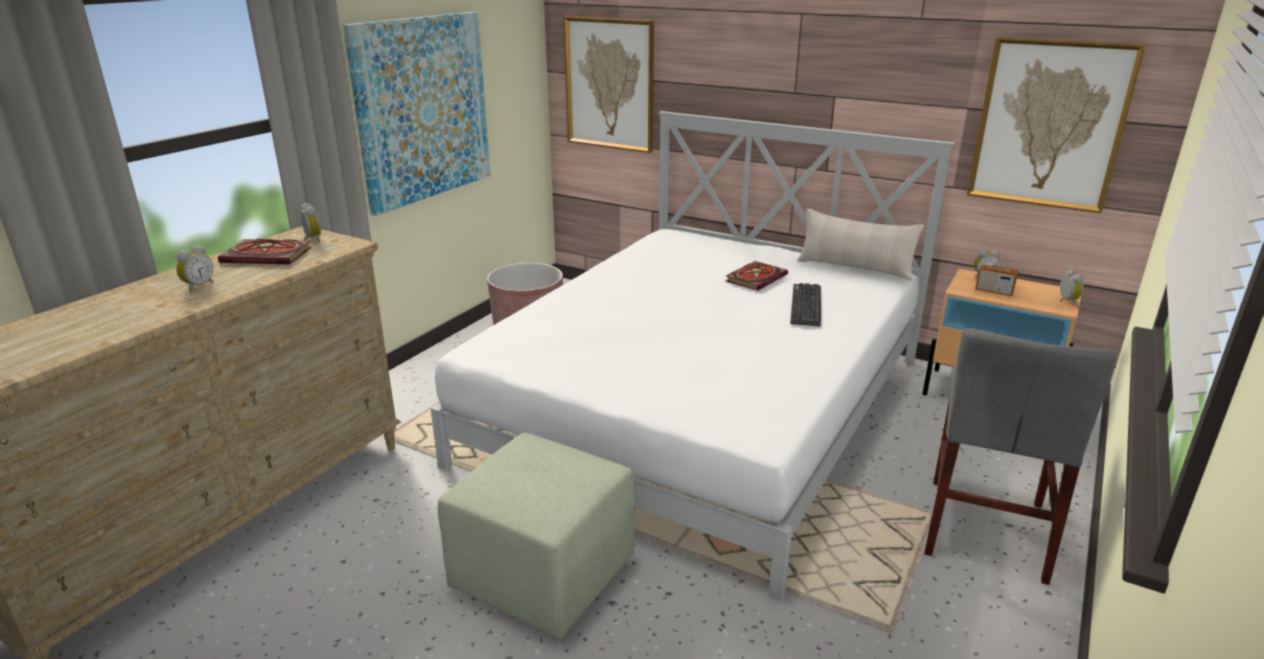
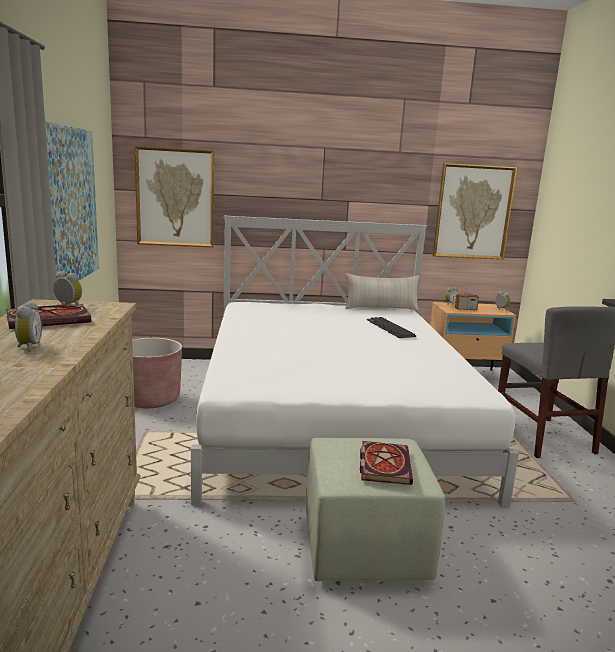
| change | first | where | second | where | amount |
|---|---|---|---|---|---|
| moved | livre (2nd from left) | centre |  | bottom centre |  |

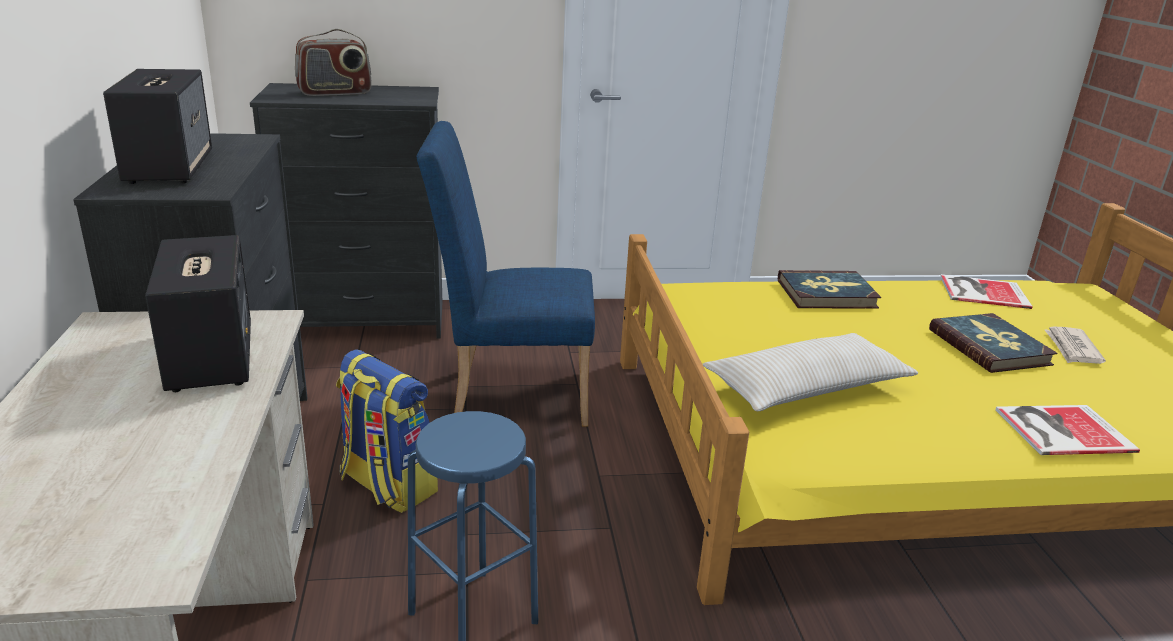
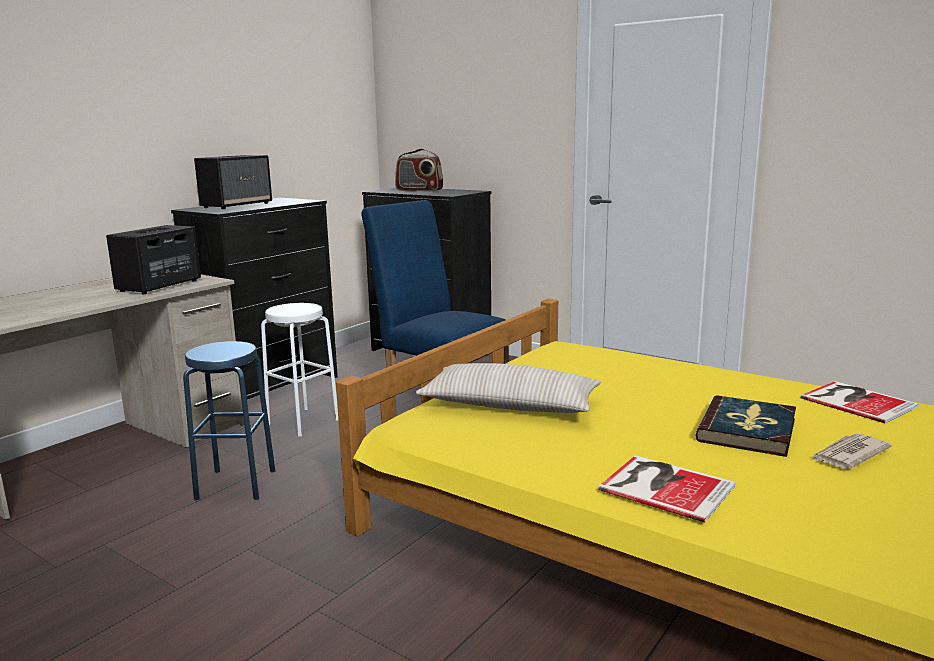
| change | first | where | second | where | amount |
|---|---|---|---|---|---|
| removed | livre (1st from left) | middle right |  |  |  |
| replaced | sac à dos | bottom left | tabouret (blanc) | middle left |  |

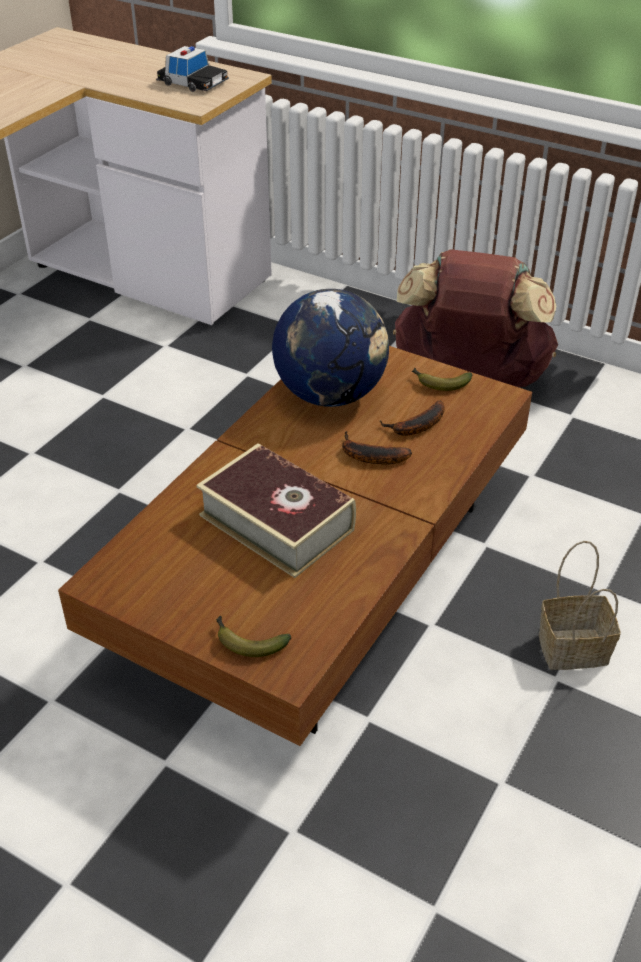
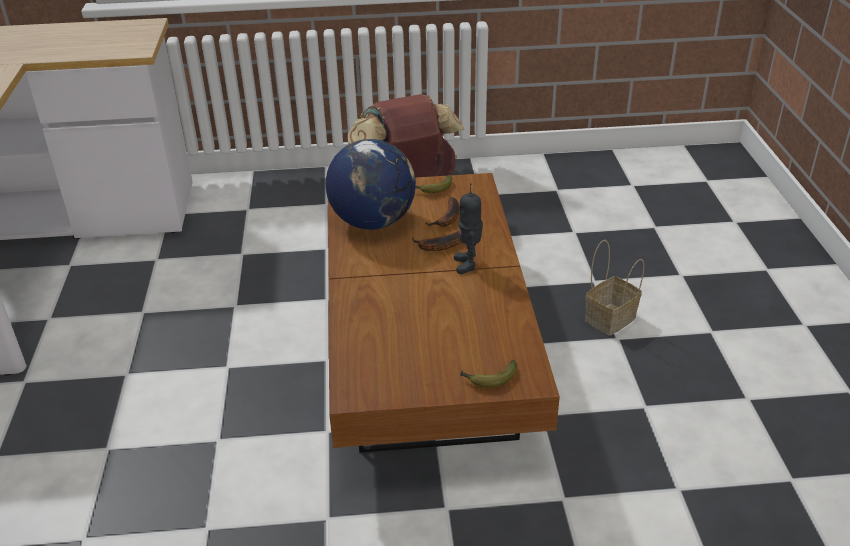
| change | first | where | second | where | amount |
|---|---|---|---|---|---|
| removed | petite voiture | top left |  |  |  |
| removed | livre | centre |  |  |  |
| added |  |  | robot jouet | centre |  |

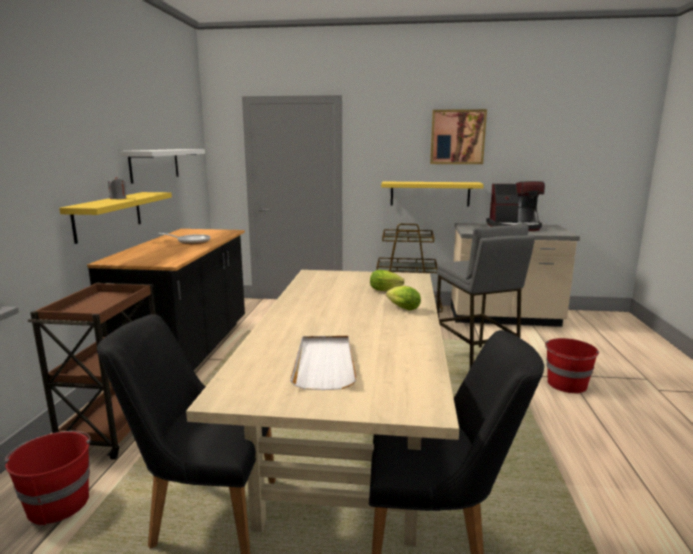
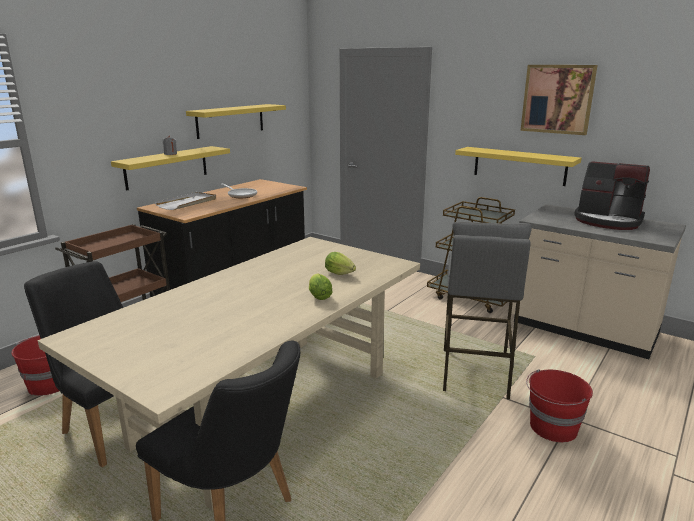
| change | first | where | second | where | amount |
|---|---|---|---|---|---|
| recoloured | étagère (blanc) | top left | étagère (jaune) (2nd from left) | top centre |  |
| moved | plateau (blanc) | centre |  | middle left |  |

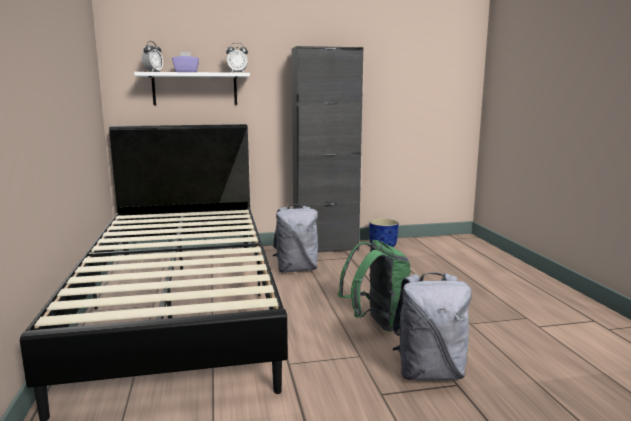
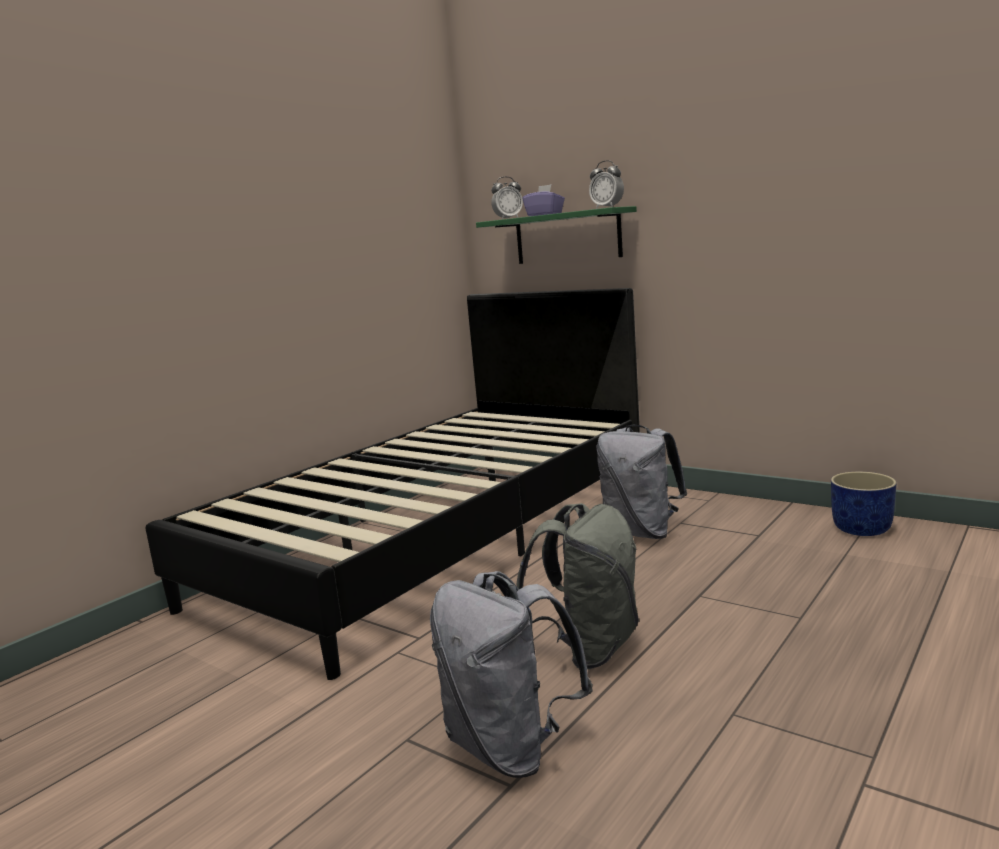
| change | first | where | second | where | amount |
|---|---|---|---|---|---|
| removed | meuble de rangement (noir) | centre |  |  |  |
| recoloured | étagère (blanc) | top left | étagère (vert) | top centre |  |
| recoloured | sac à dos (vert) | bottom centre | sac à dos (gris) (2nd from left) | bottom centre |  |

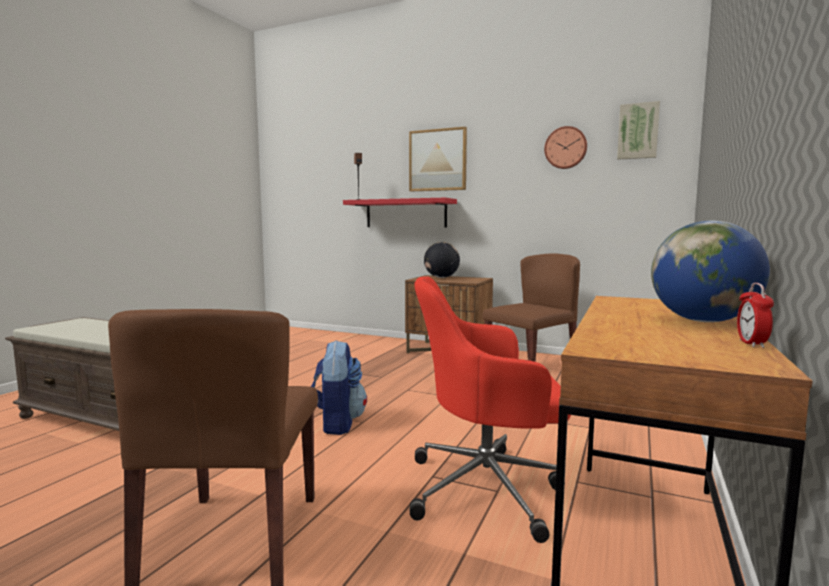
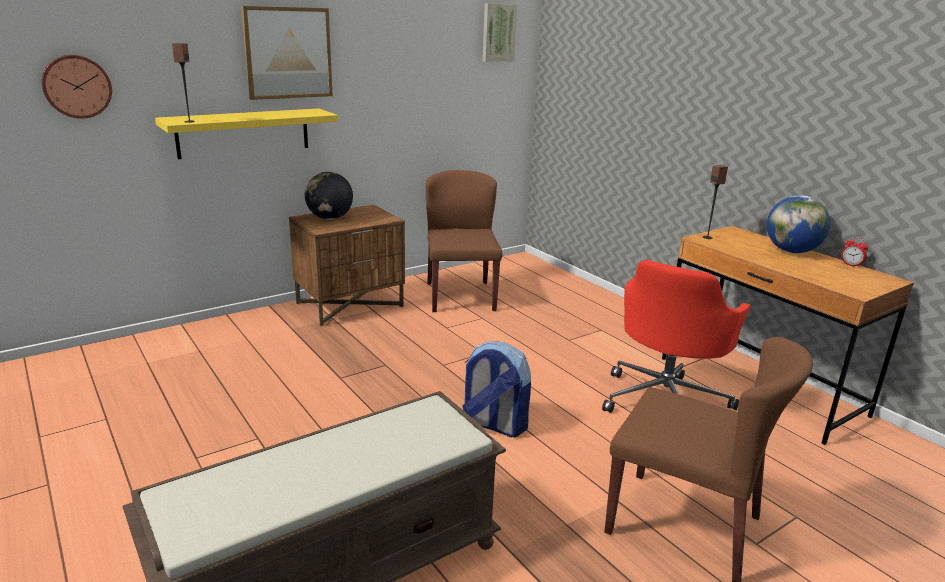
| change | first | where | second | where | amount |
|---|---|---|---|---|---|
| moved | horloge murale | top right |  | top left |  |
| recoloured | étagère (rouge) | centre | étagère (jaune) | top left |  |
| added |  |  | enceinte (2nd from left) | middle right |  |

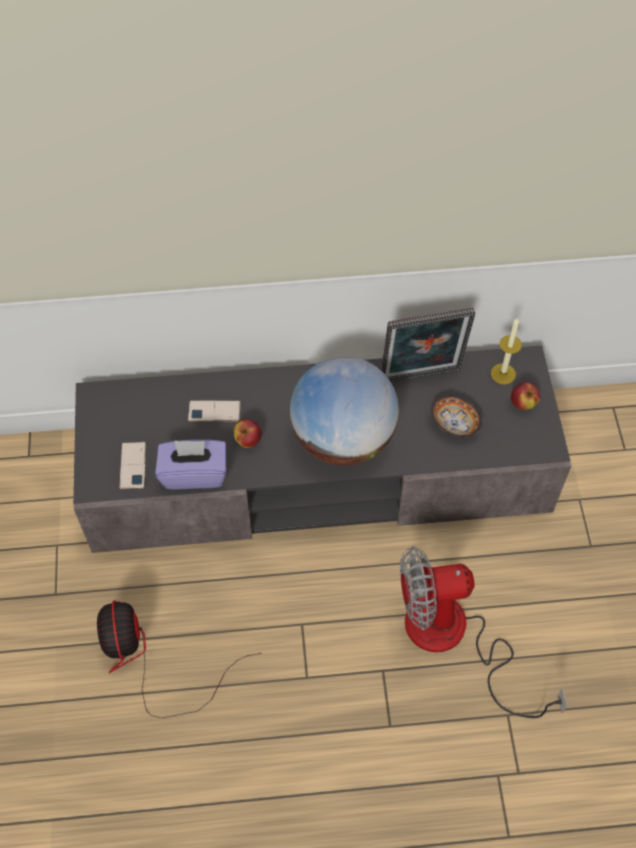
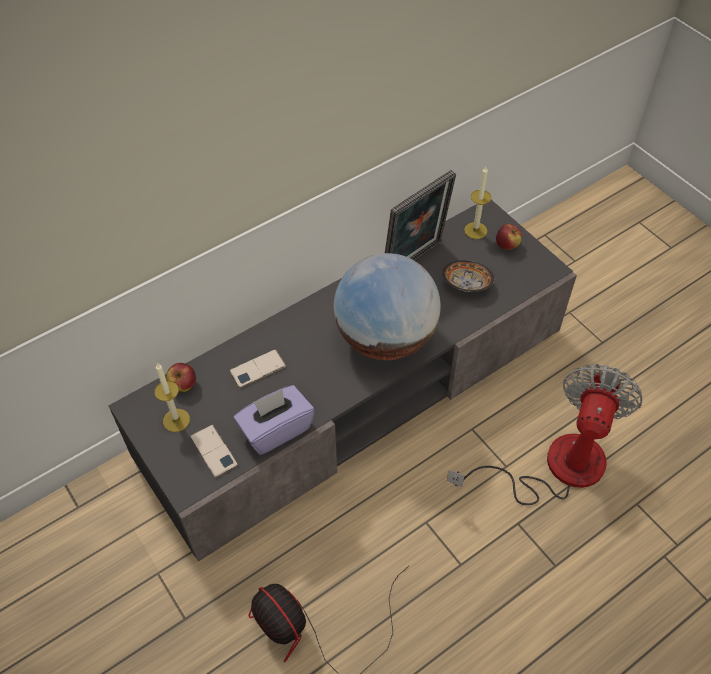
| change | first | where | second | where | amount |
|---|---|---|---|---|---|
| moved | pomme (1st from left) | centre |  | middle left |  |
| turned | ventilateur (2nd from left) | bottom right |  | middle right | 150 degrees clockwise |
| added |  |  | bougie (1st from left) | middle left |  |

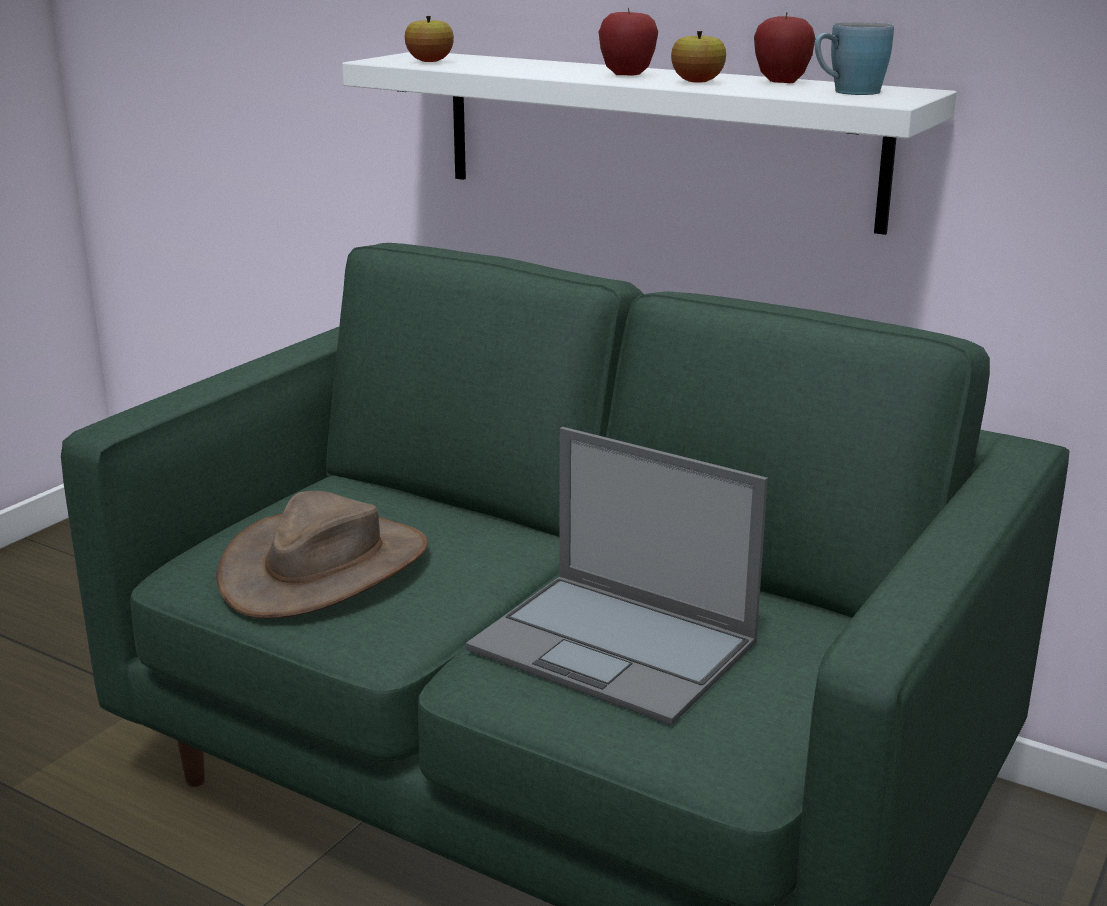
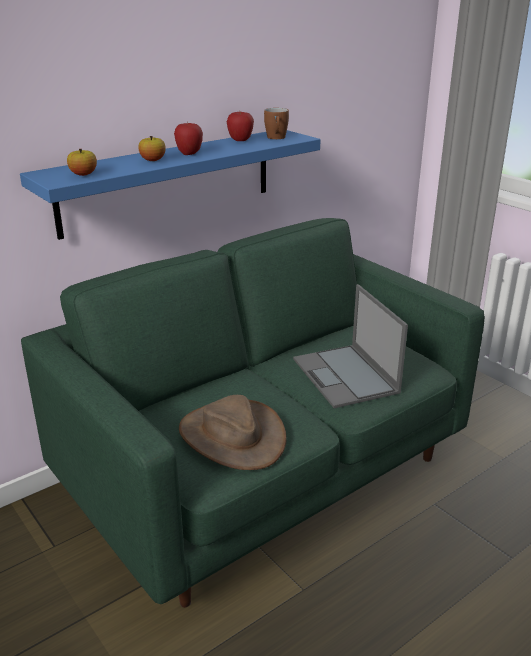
| change | first | where | second | where | amount |
|---|---|---|---|---|---|
| recoloured | mug (bleu) | top right | mug (marron) | top centre |  |
| moved | pomme (3rd from left in the first image) | top centre | pomme (2nd from left) | top left |  |
| recoloured | étagère (blanc) | top centre | étagère (bleu) | top left |  |
| turned | ordinateur portable | centre |  | centre | 105 degrees clockwise |

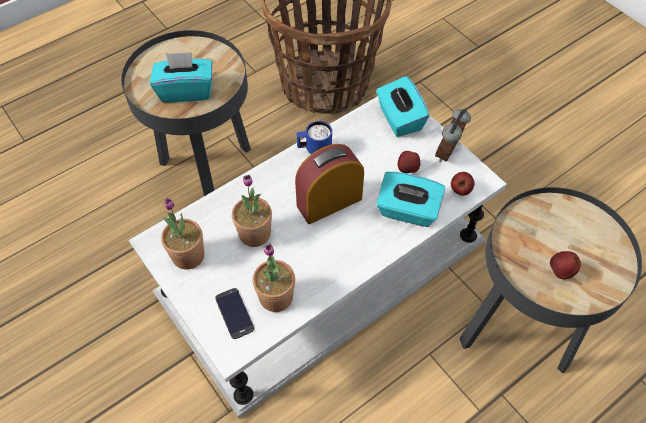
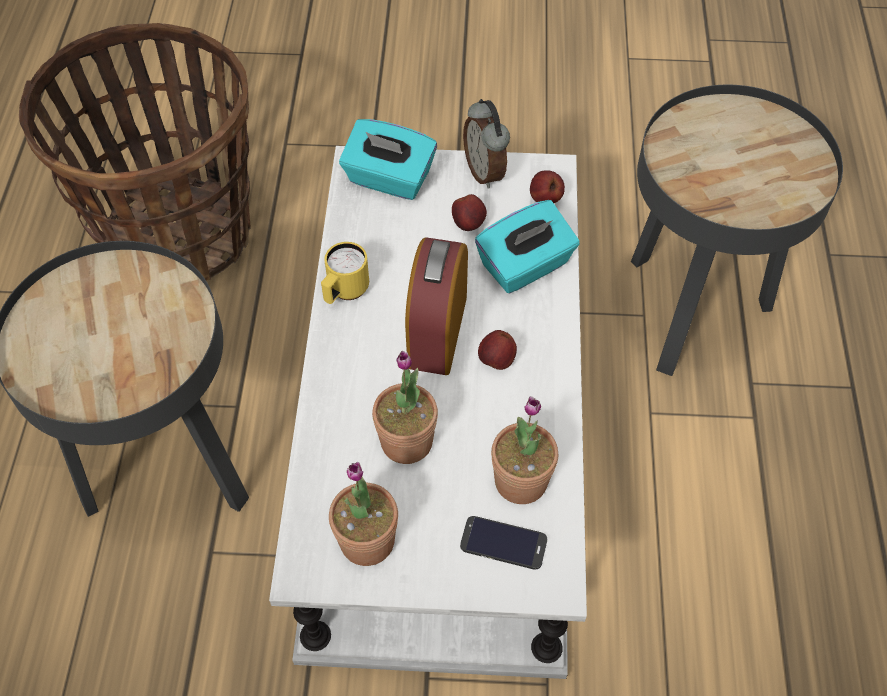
| change | first | where | second | where | amount |
|---|---|---|---|---|---|
| removed | boîte à mouchoirs (turquoise) (1st from left) | top left |  |  |  |
| recoloured | mug (bleu) | top centre | mug (jaune) | centre |  |
| moved | pomme (3rd from left in the first image) | middle right | pomme (2nd from left) | centre |  |

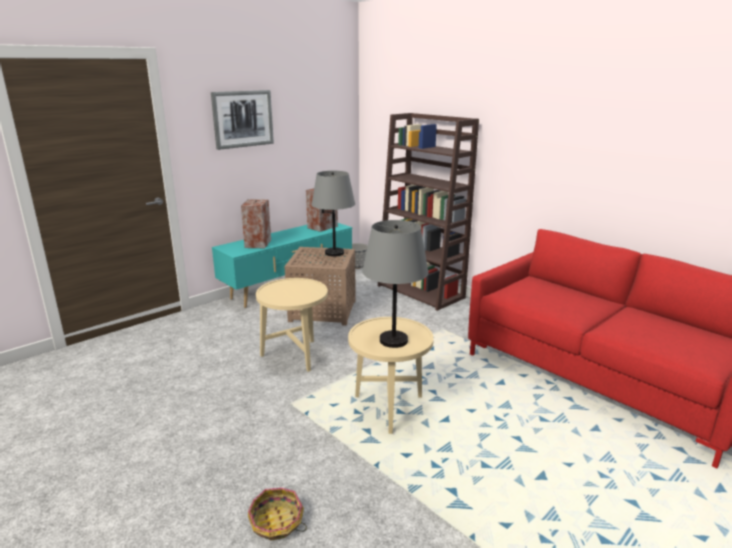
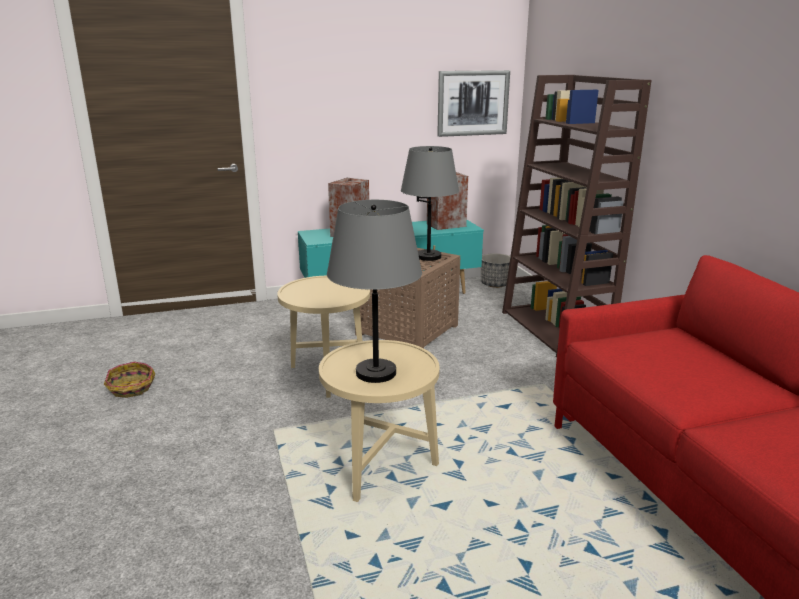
| change | first | where | second | where | amount |
|---|---|---|---|---|---|
| moved | tableau | top left |  | top centre |  |
| moved | panier | bottom centre |  | middle left |  |

